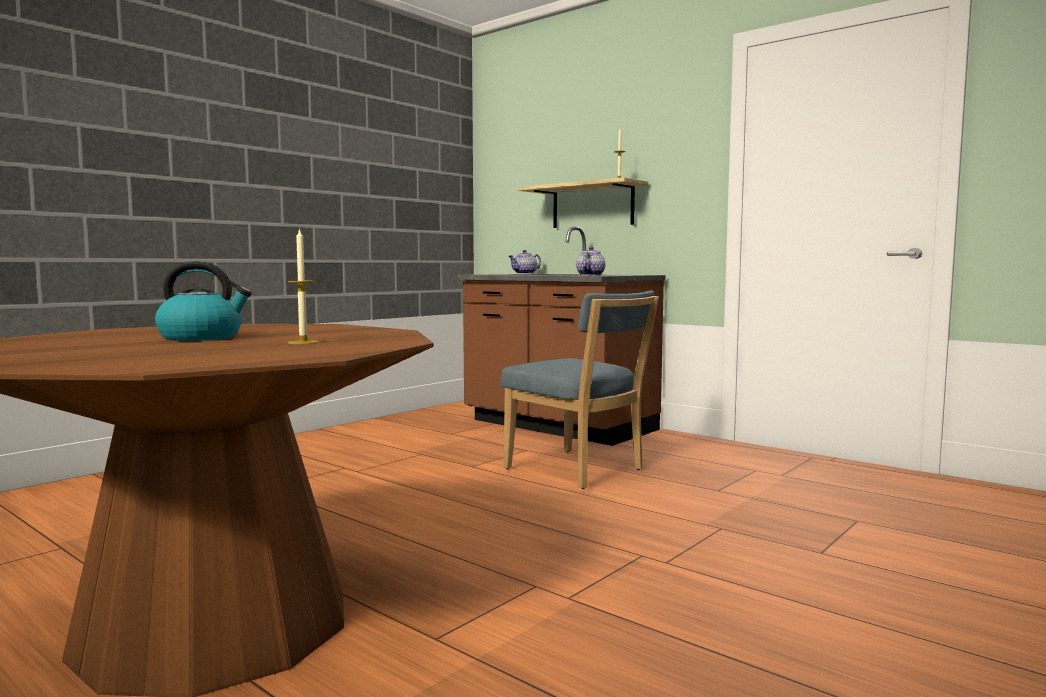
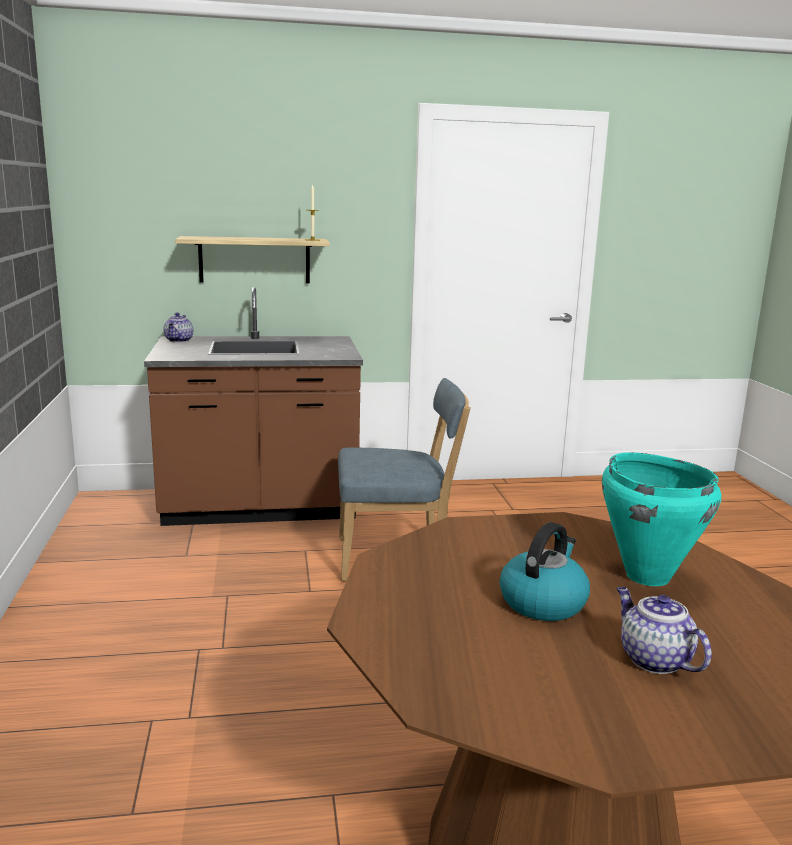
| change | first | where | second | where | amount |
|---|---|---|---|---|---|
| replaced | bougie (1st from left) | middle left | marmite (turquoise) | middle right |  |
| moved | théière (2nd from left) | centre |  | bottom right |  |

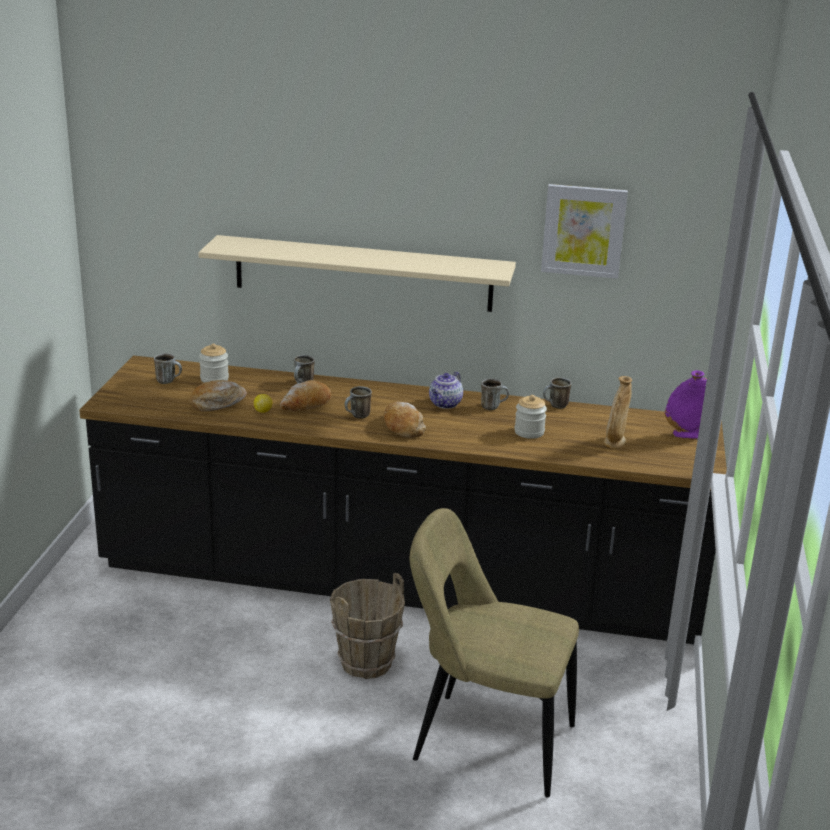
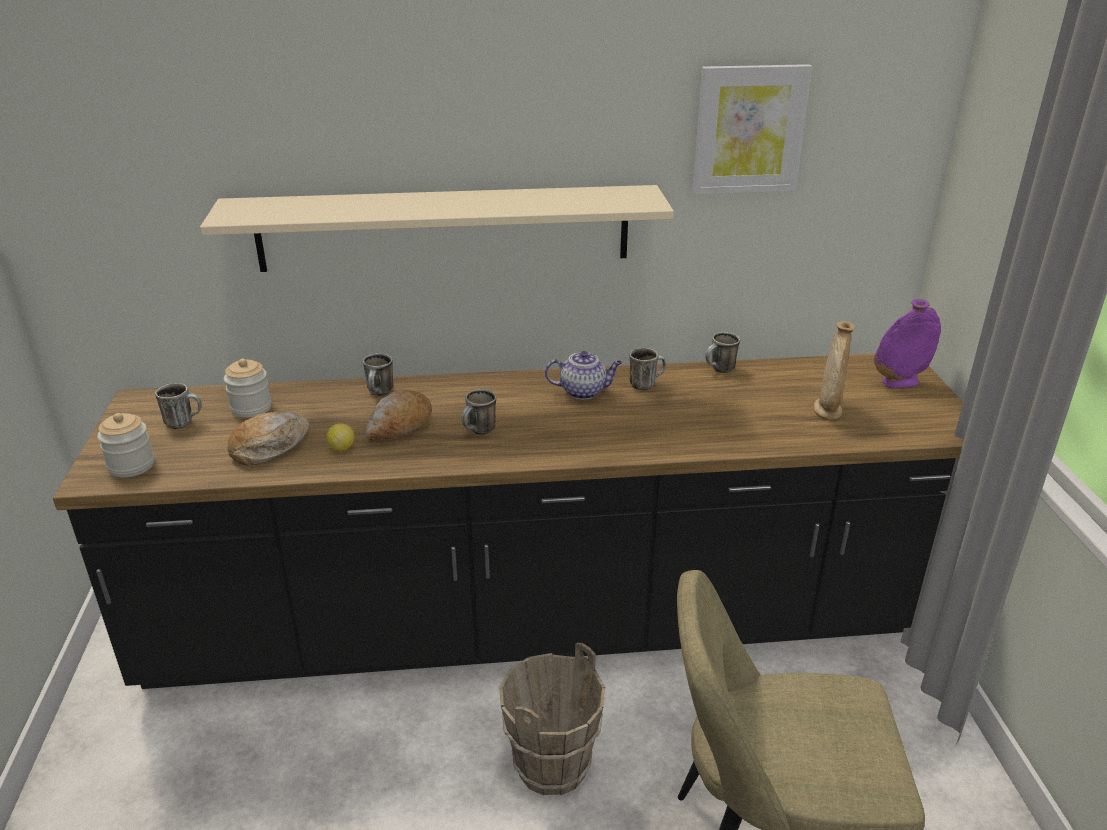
| change | first | where | second | where | amount |
|---|---|---|---|---|---|
| turned | théière | centre |  | centre | 105 degrees counterclockwise |
| moved | bocal (2nd from left in the first image) | centre | bocal (1st from left) | middle left |  |
| removed | pain (3rd from left) | centre |  |  |  |

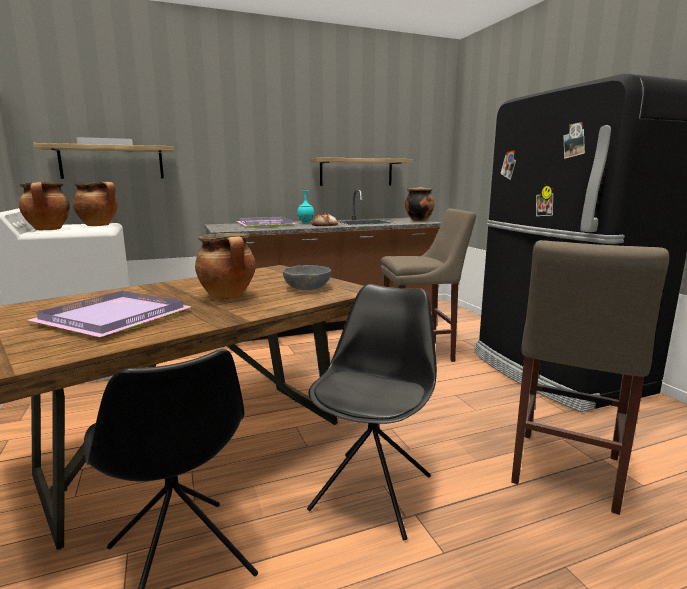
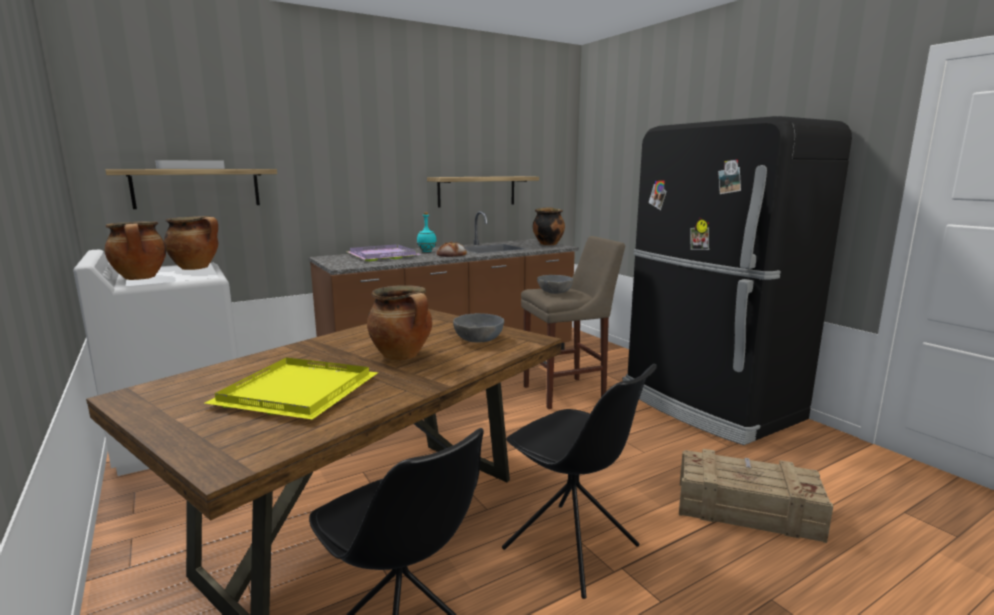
| change | first | where | second | where | amount |
|---|---|---|---|---|---|
| replaced | tabouret (beige) (2nd from left) | middle right | caisse | bottom right |  |
| turned | chaise (noir) (2nd from left) | bottom centre |  | bottom centre | 120 degrees clockwise |
| recoloured | plateau (violet) (1st from left) | middle left | plateau (jaune) | middle left |  |
| added |  |  | bol (gris) (2nd from left) | centre |  |

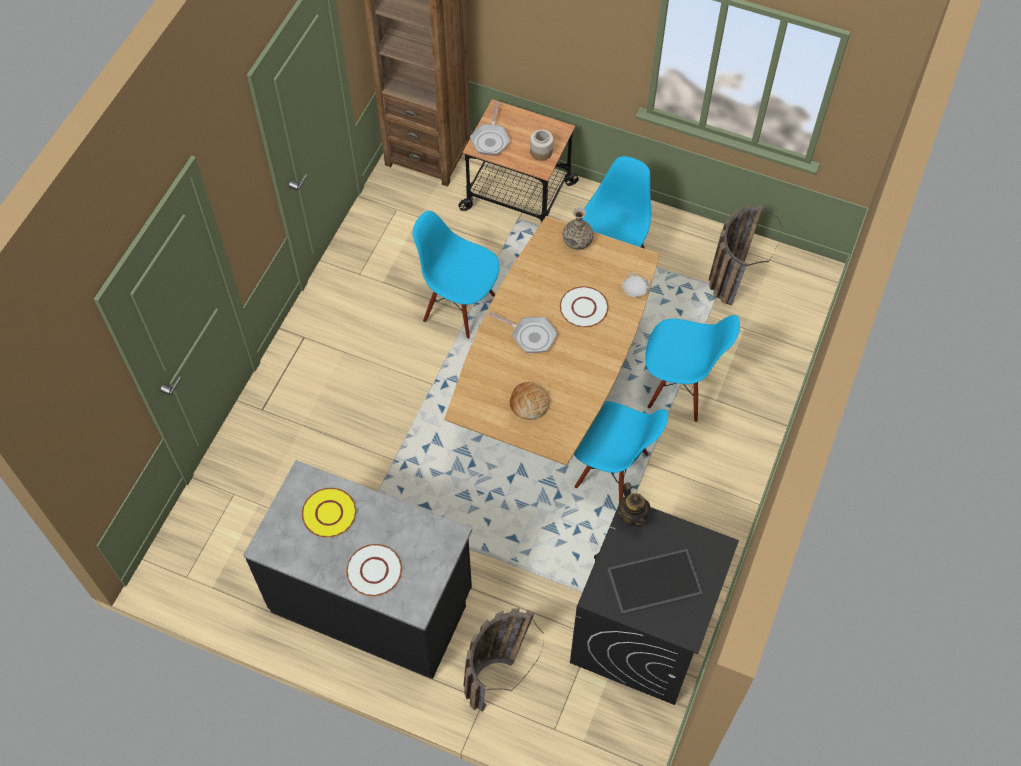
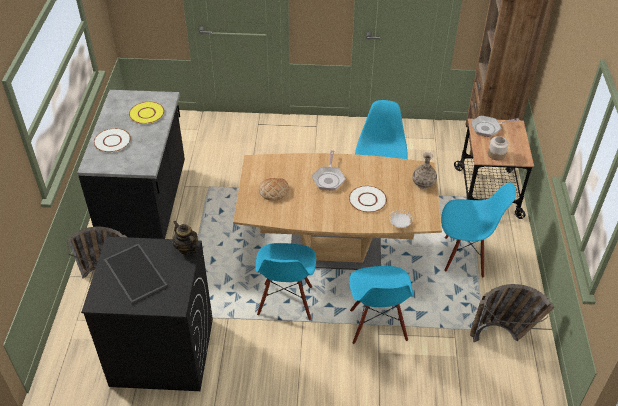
| change | first | where | second | where | amount |
|---|---|---|---|---|---|
| turned | théière | centre |  | middle left | 90 degrees clockwise |

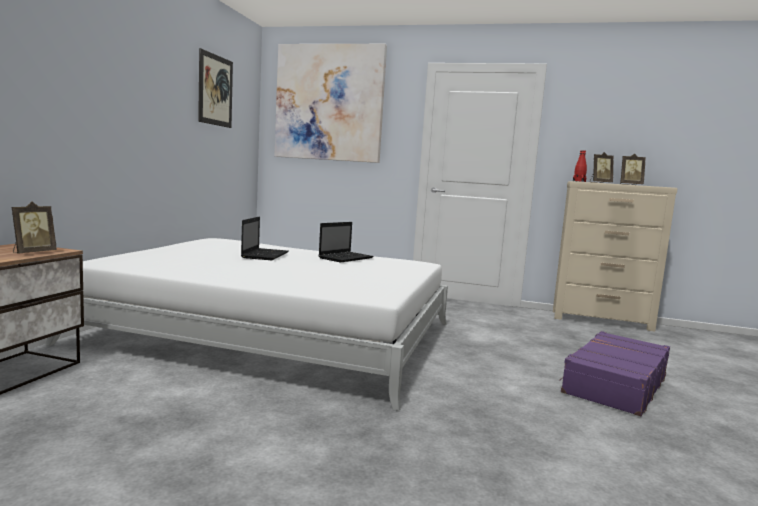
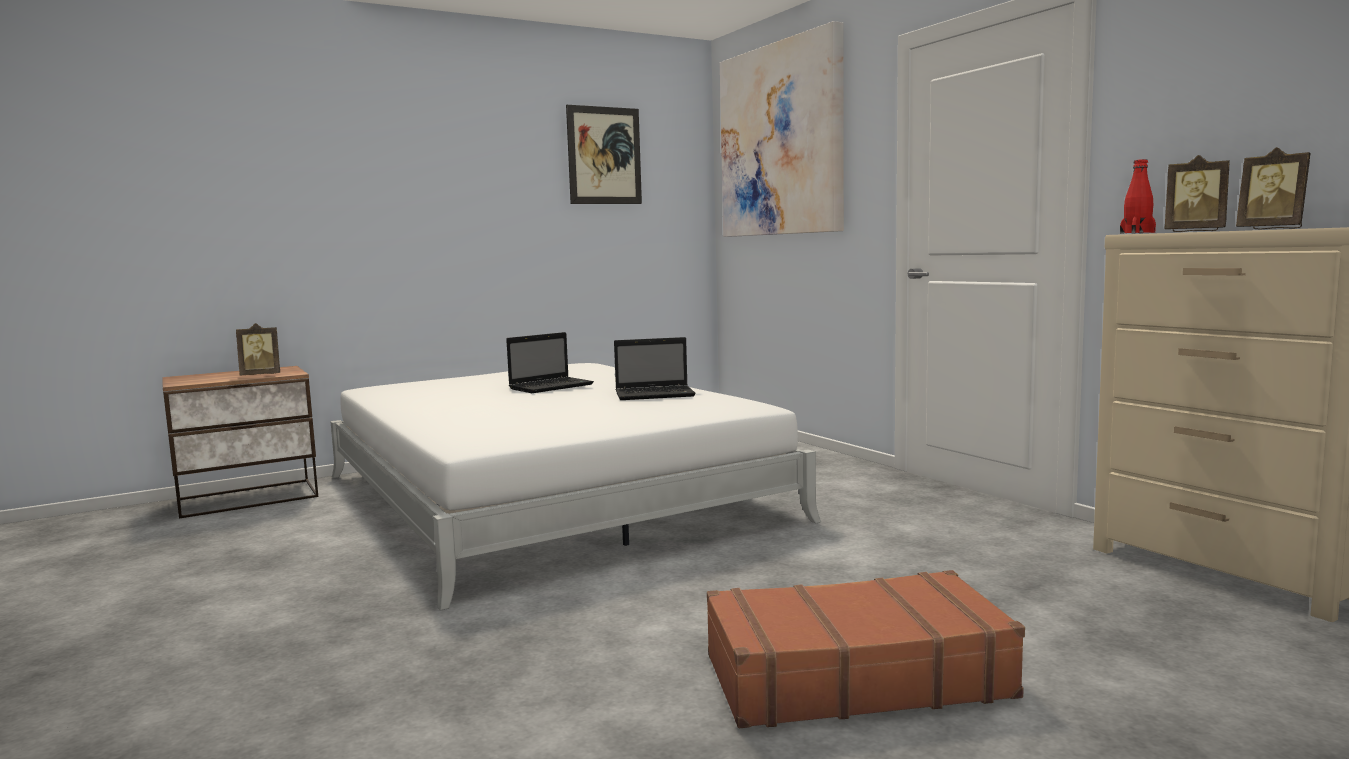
| change | first | where | second | where | amount |
|---|---|---|---|---|---|
| recoloured | valise (violet) | bottom right | valise (marron) | bottom centre |  |

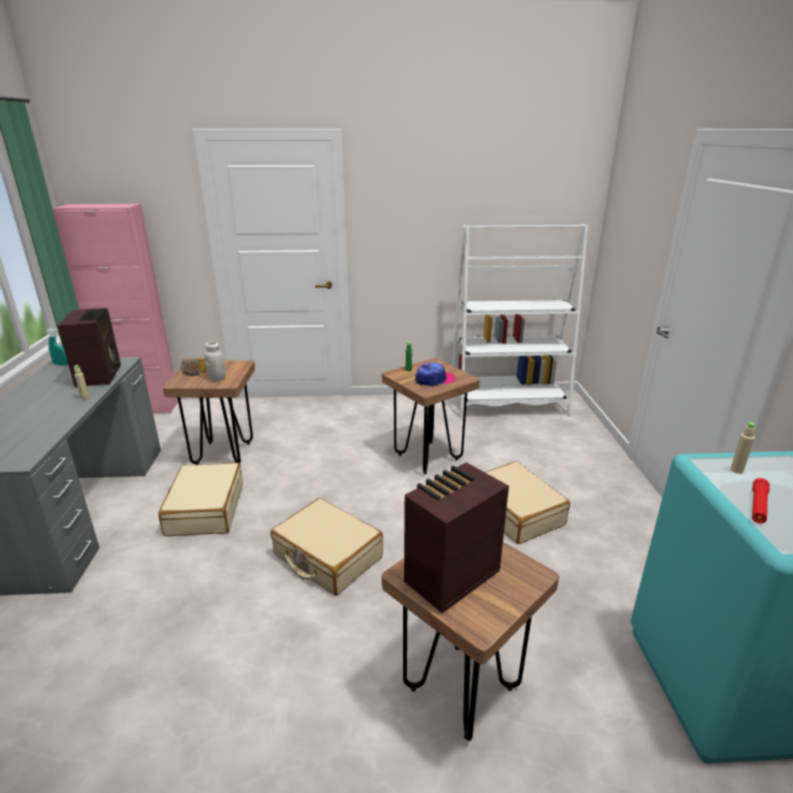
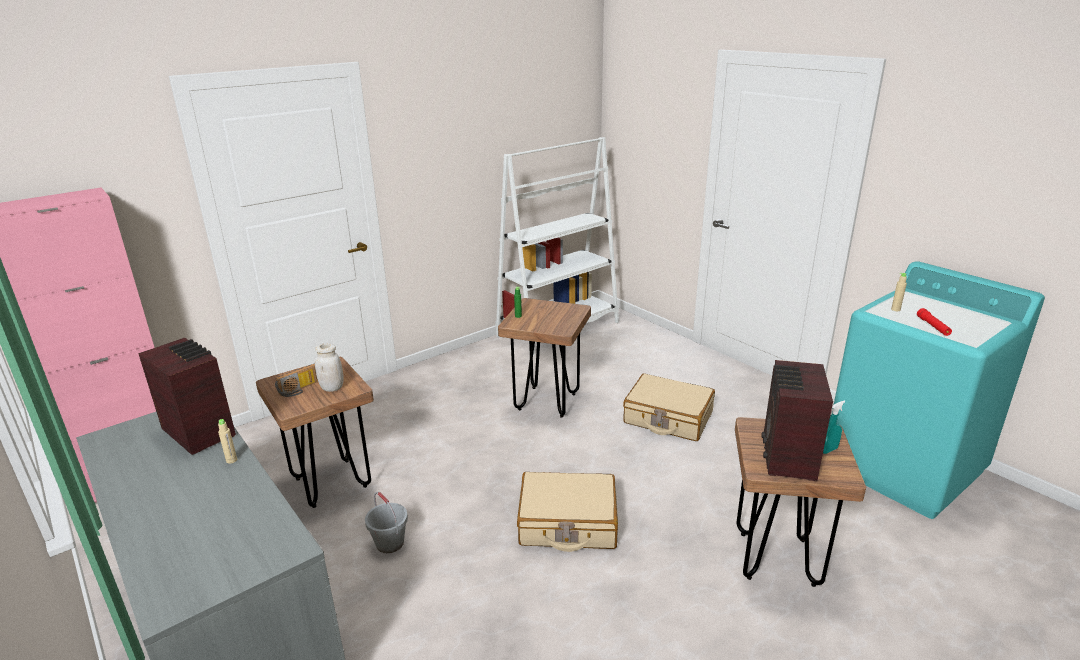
| change | first | where | second | where | amount |
|---|---|---|---|---|---|
| moved | vaporisateur (turquoise) | middle left |  | middle right |  |
| removed | casquette | centre |  |  |  |
| replaced | valise (beige) (1st from left) | middle left | seau (gris) | bottom centre |  |

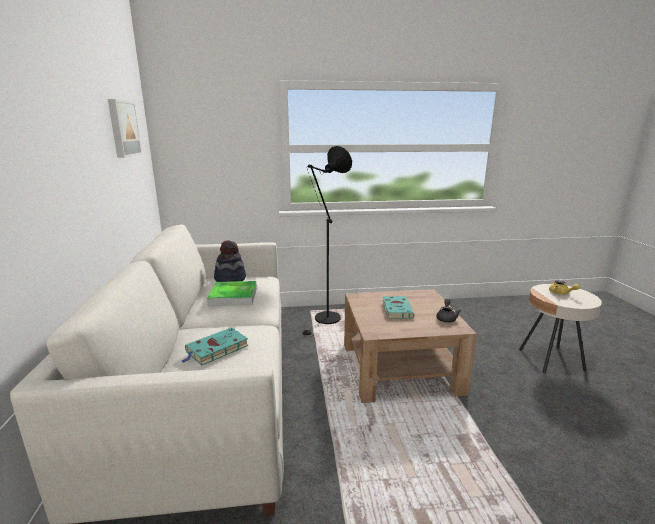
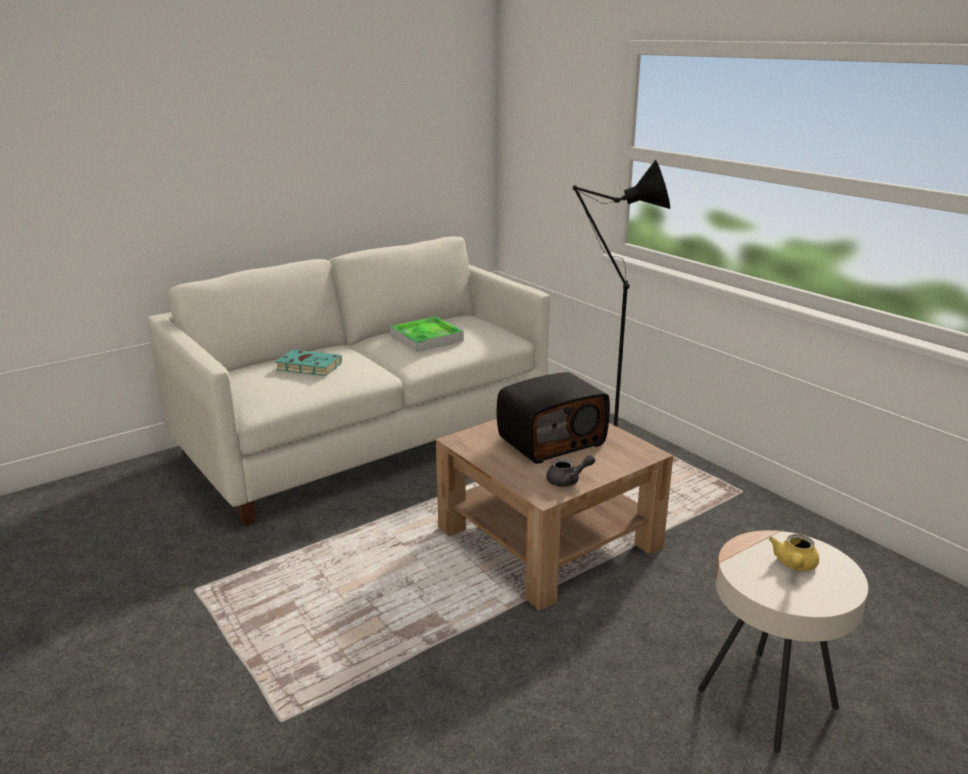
| change | first | where | second | where | amount |
|---|---|---|---|---|---|
| removed | tableau | top left |  |  |  |
| removed | chapeau | centre |  |  |  |
| replaced | livre (turquoise) (2nd from left) | centre | radio | centre |  |

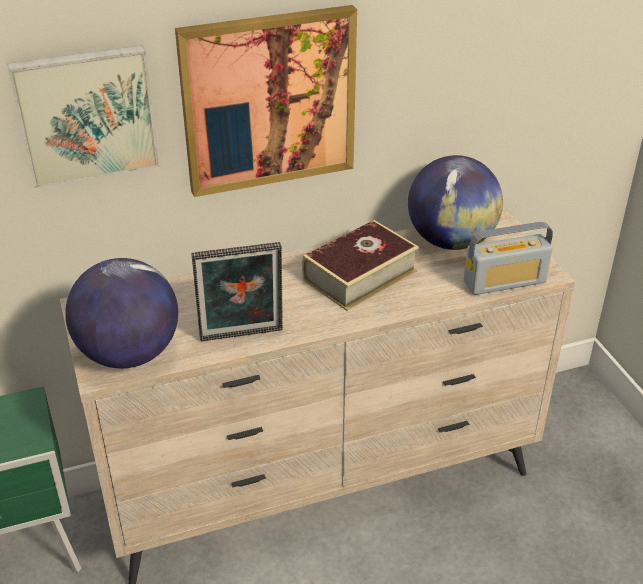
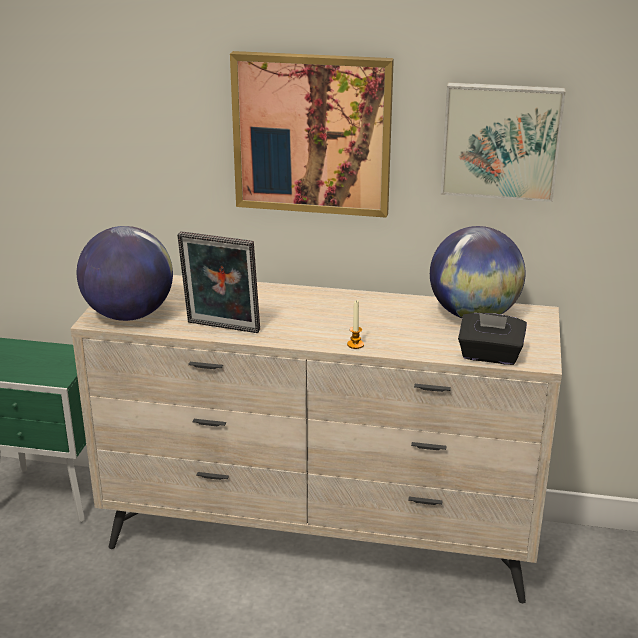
| change | first | where | second | where | amount |
|---|---|---|---|---|---|
| moved | tableau (1st from left in the first image) | top left | tableau (2nd from left) | top right |  |
| removed | livre | centre |  |  |  |
| replaced | radio | middle right | boîte à mouchoirs (noir) | middle right |  |
| added |  |  | bougie | centre |  |

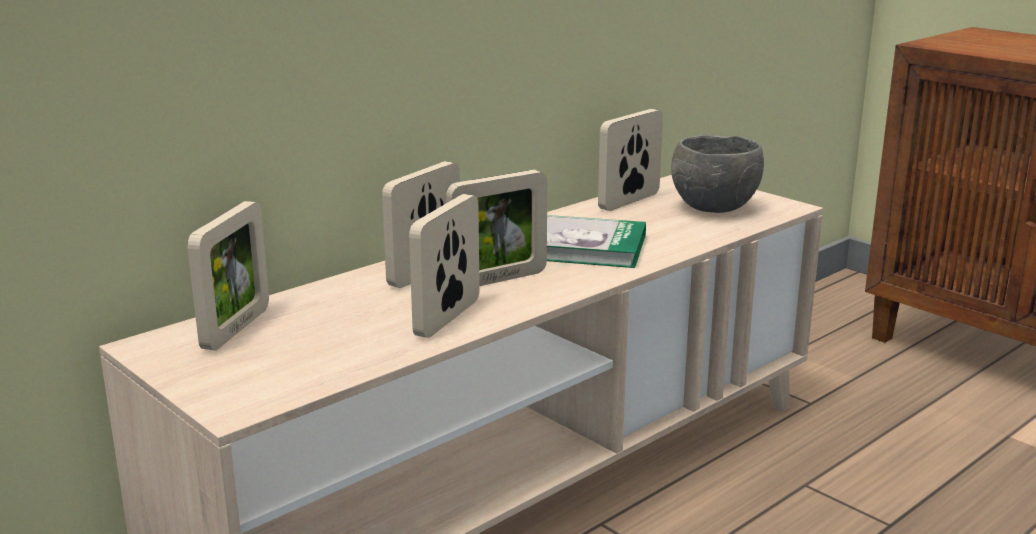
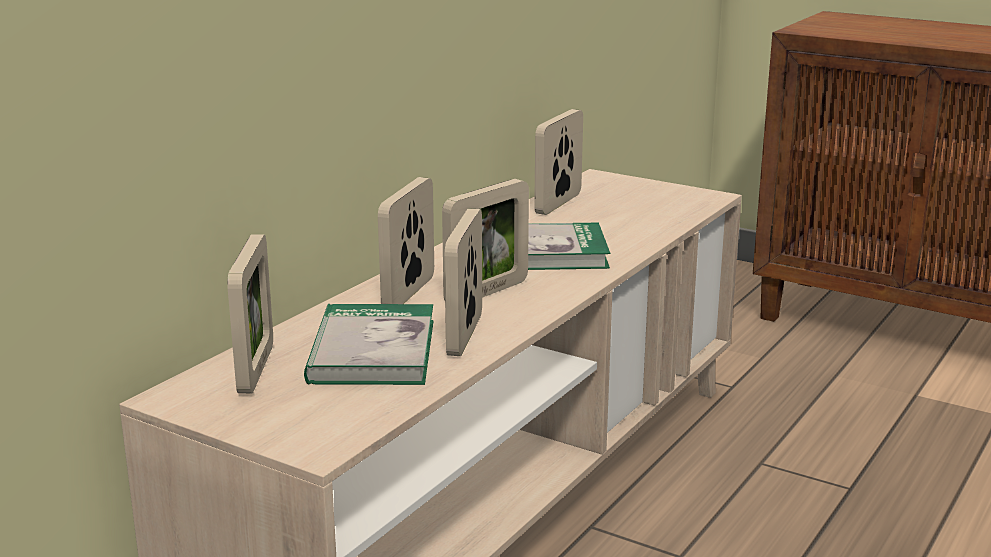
| change | first | where | second | where | amount |
|---|---|---|---|---|---|
| removed | bol (gris) | top right |  |  |  |
| added |  |  | livre (1st from left) | centre |  |

